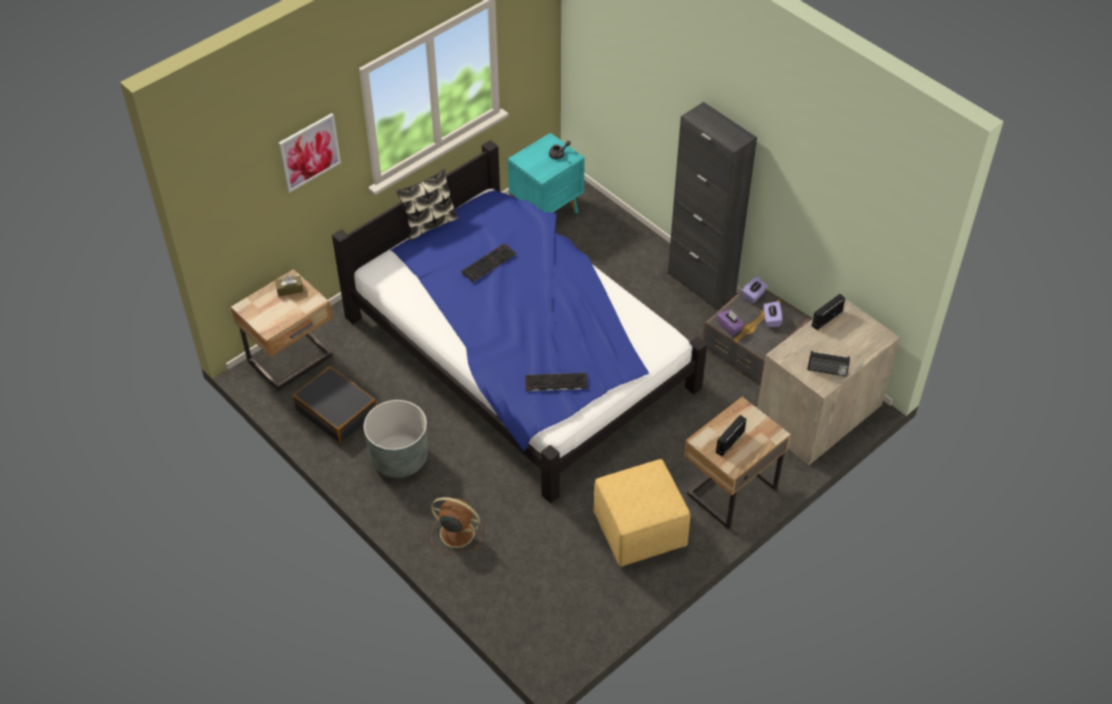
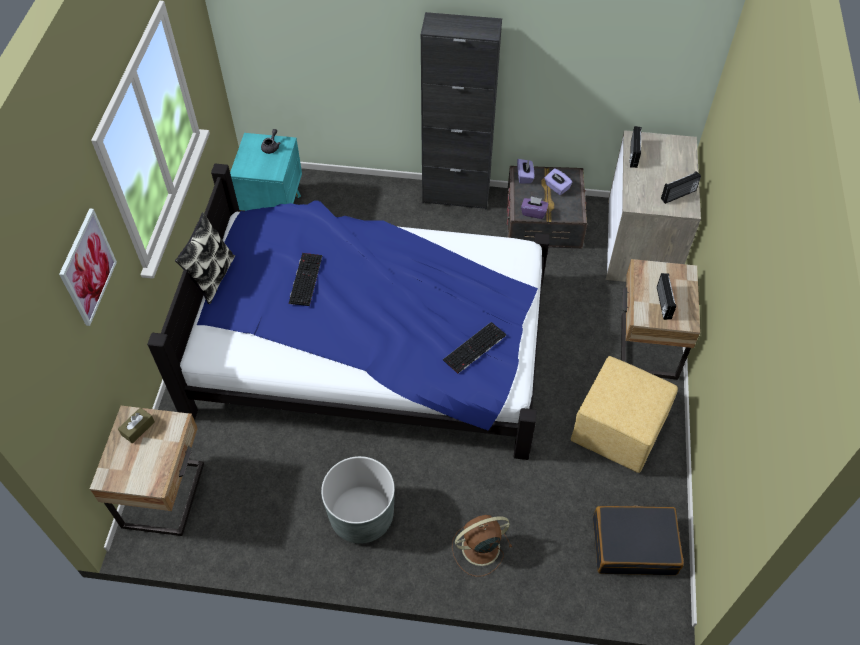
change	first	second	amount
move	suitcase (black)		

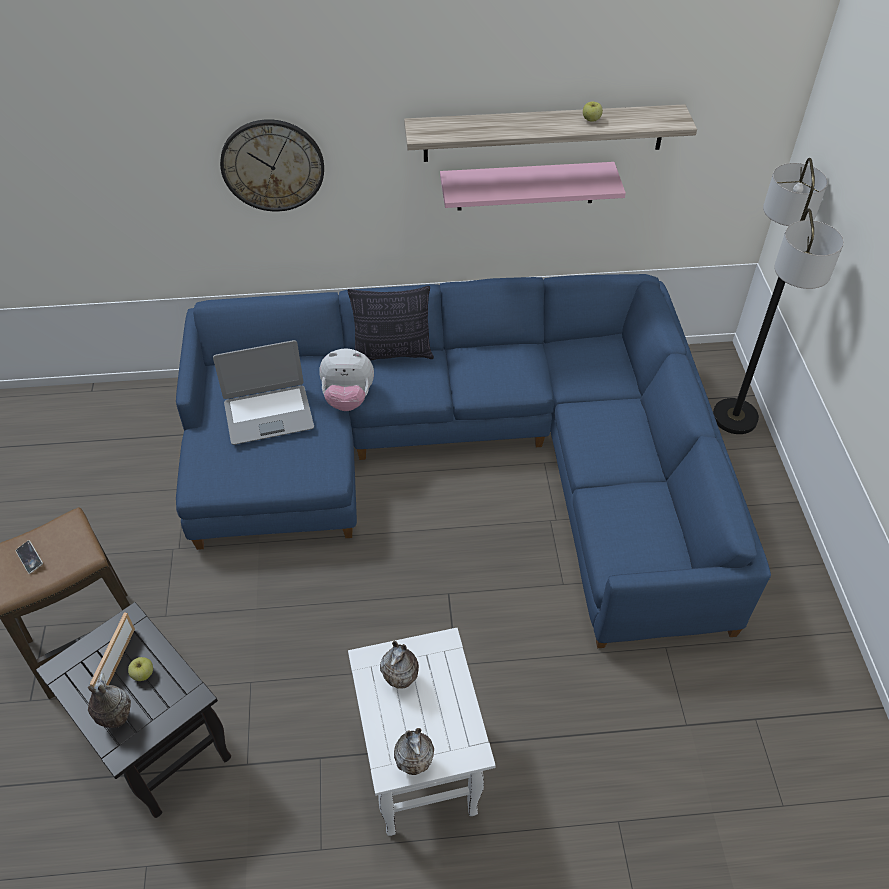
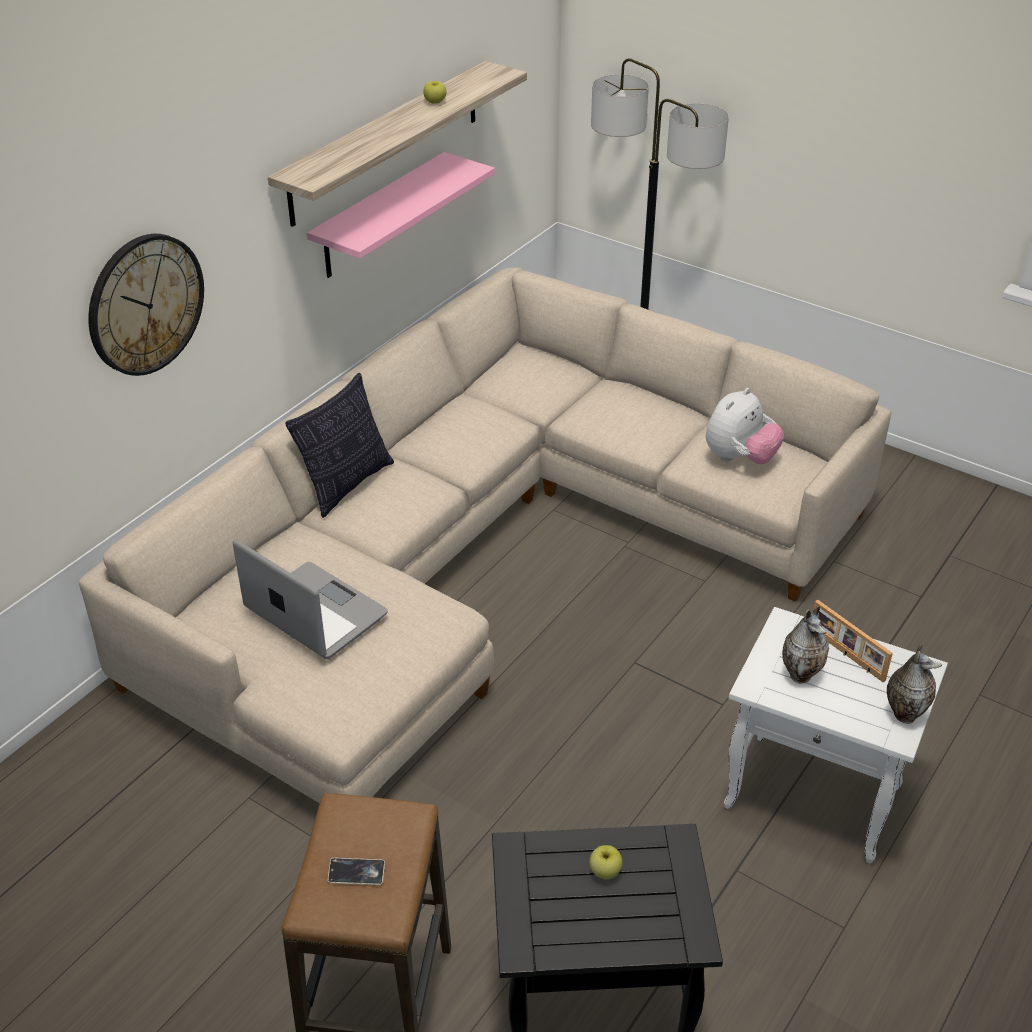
change	first	second	amount
delete	vase (1st from left)		
move	picture frame		
move	plush toy		
recolor	sofa (blue)	sofa (beige)	
rotate	laptop		75 degrees counterclockwise

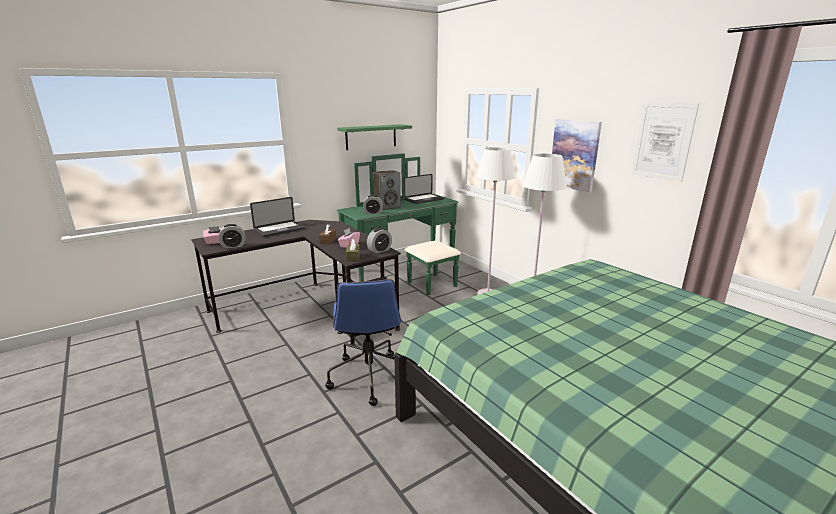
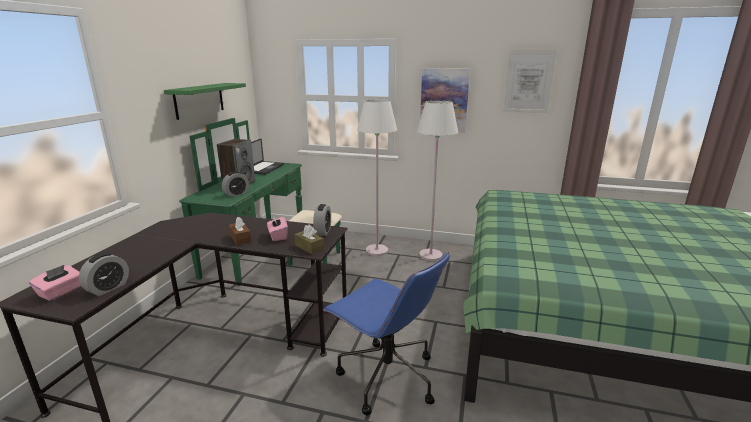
change	first	second	amount
delete	laptop (1st from left)		

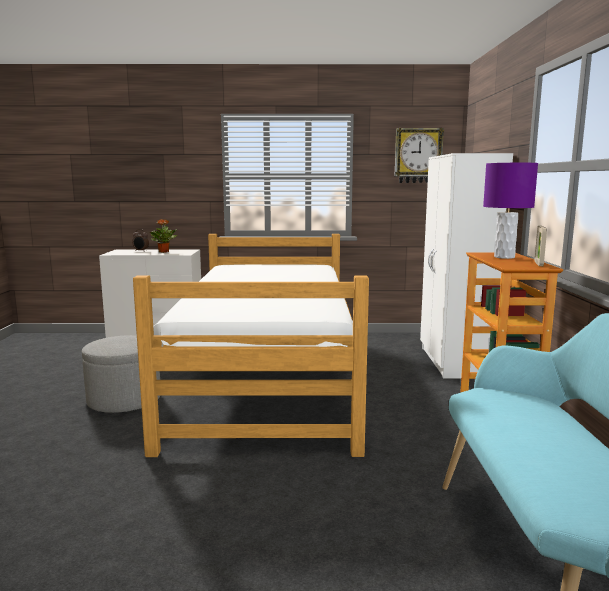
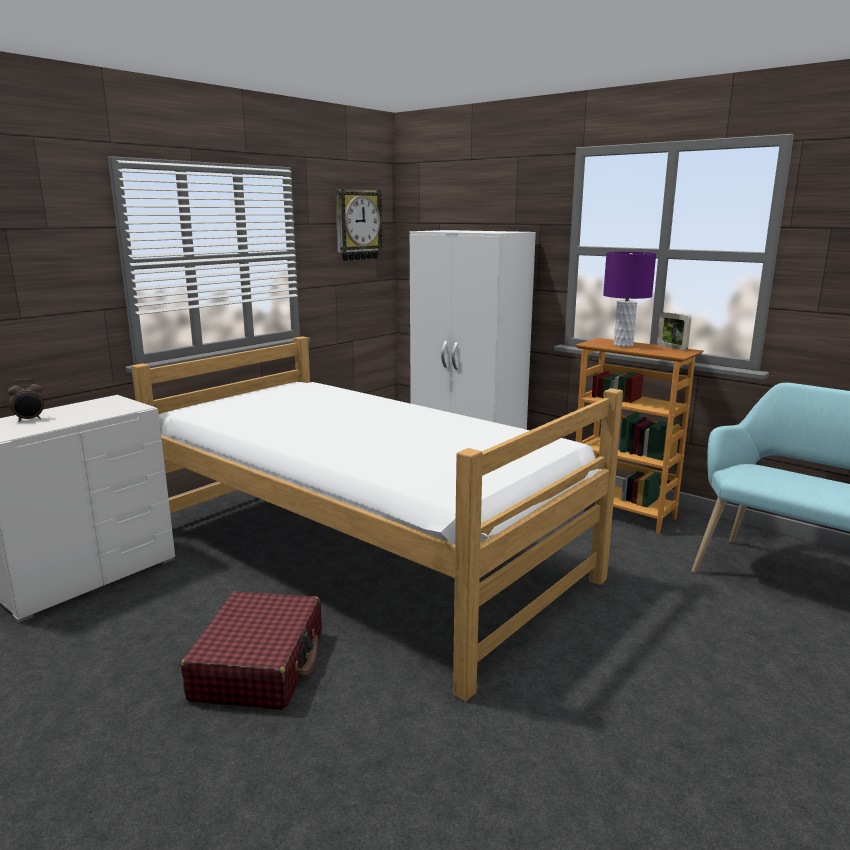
change	first	second	amount
delete	potted plant		
replace	ottoman (grey)	suitcase (red)	

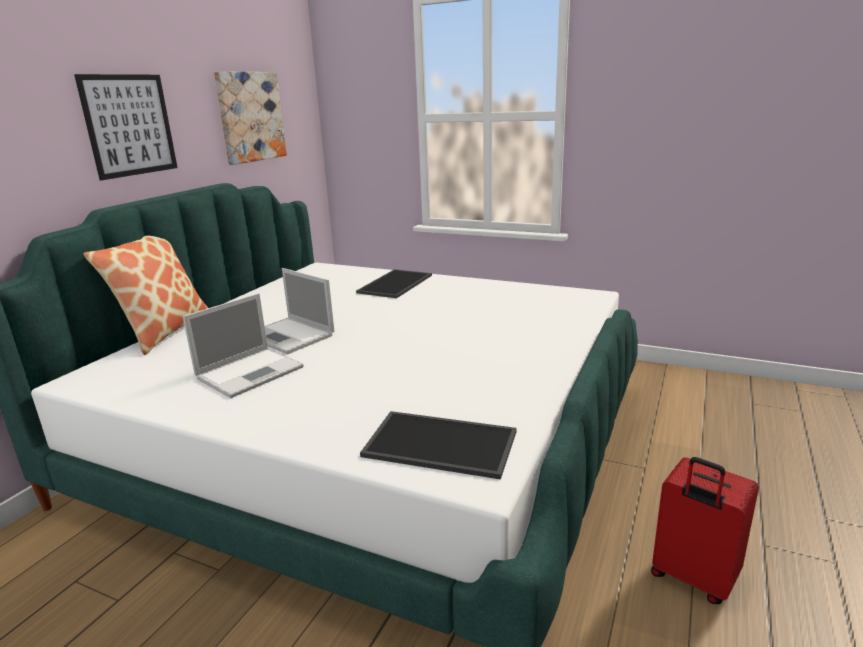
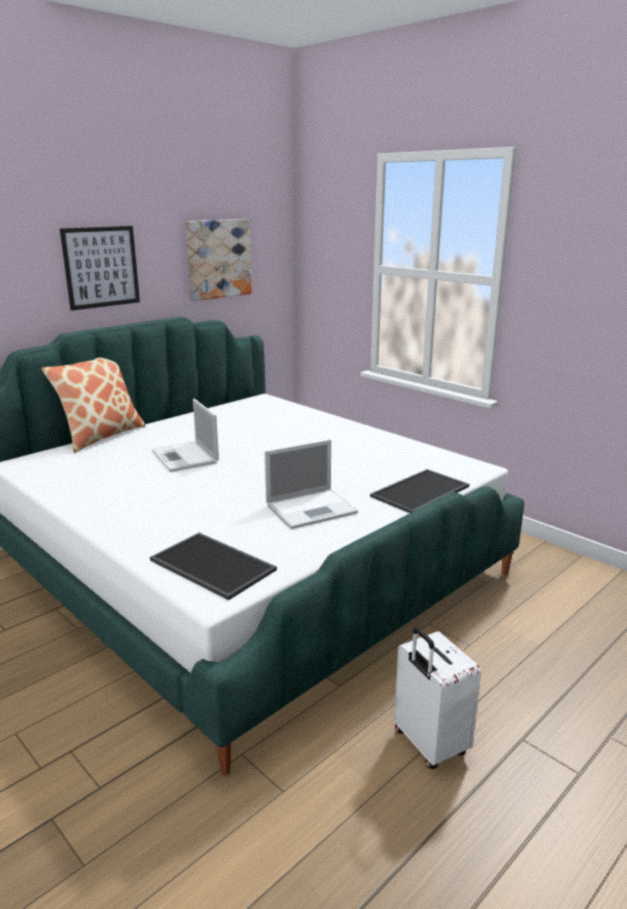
change	first	second	amount
move	laptop (1st from left in the first image)	laptop (2nd from left)	
move	tray (1st from left in the first image)	tray (2nd from left)	
recolor	suitcase (red)	suitcase (white)	

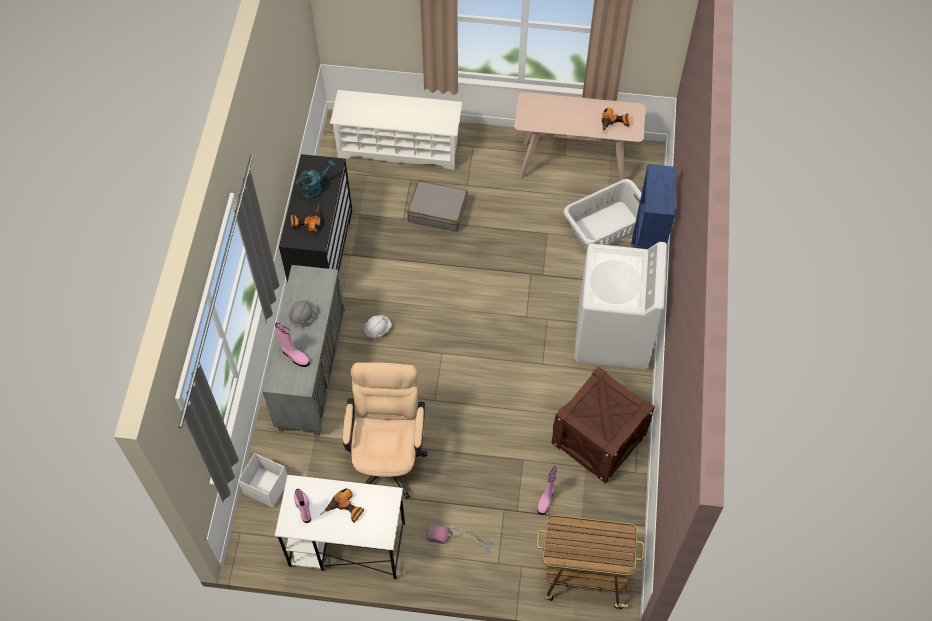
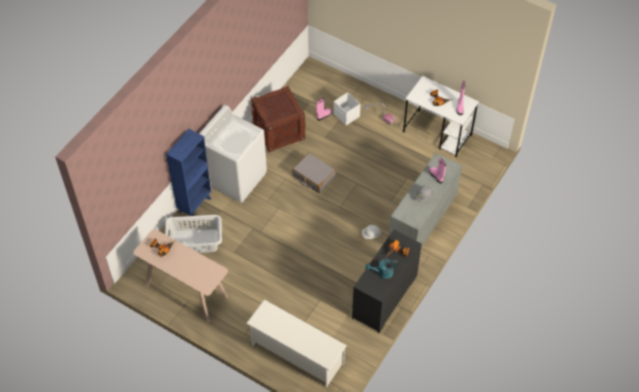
change	first	second	amount
delete	office chair (beige)		
delete	cart		
move	storage box (white)		
move	suitcase (grey)		

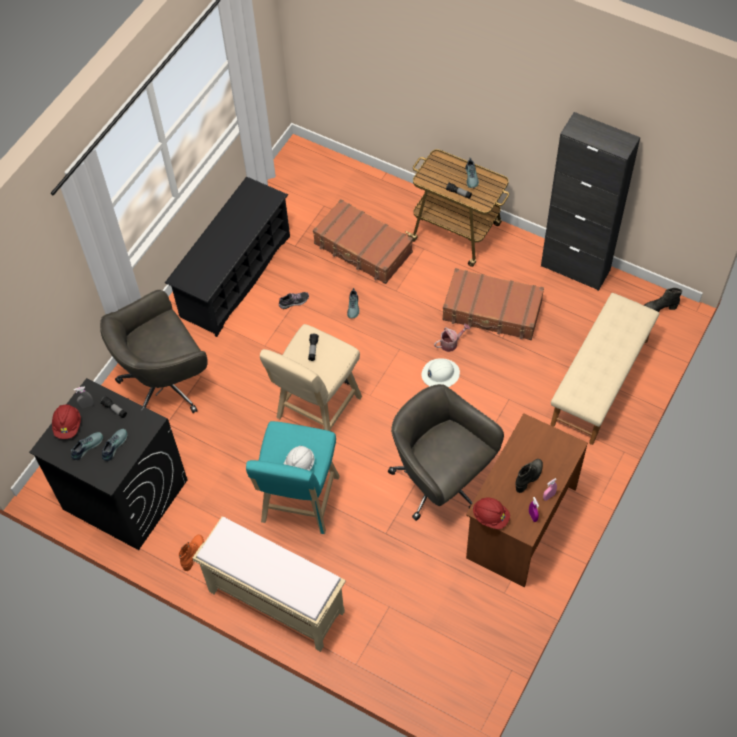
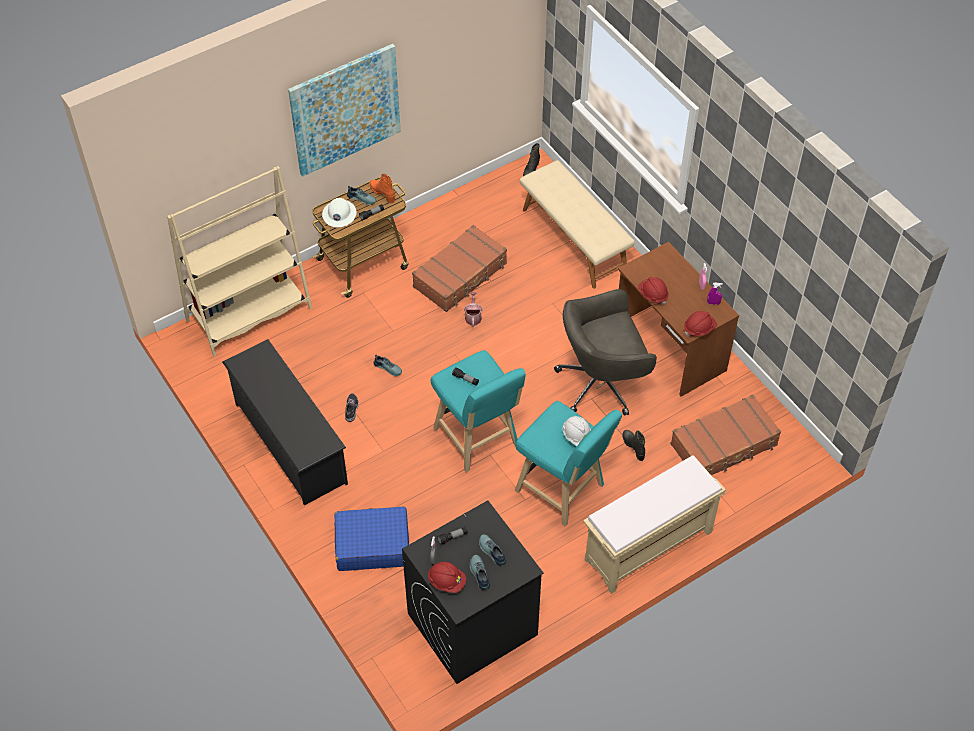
change	first	second	amount
delete	cabinet (black)		
insert		bookcase (beige)	
insert		picture	
insert		hard hat (red) (2nd from left)	
move	boot (orange)		
move	suitcase (brown) (1st from left in the first image)	suitcase (brown) (2nd from left)	
move	hard hat (white) (2nd from left in the first image)	hard hat (white) (1st from left)	
move	boot (black) (1st from left in the first image)	boot (black) (2nd from left)	
replace	office chair (grey) (1st from left)	suitcase (blue)	
recolor	stool (beige)	stool (turquoise) (1st from left)	

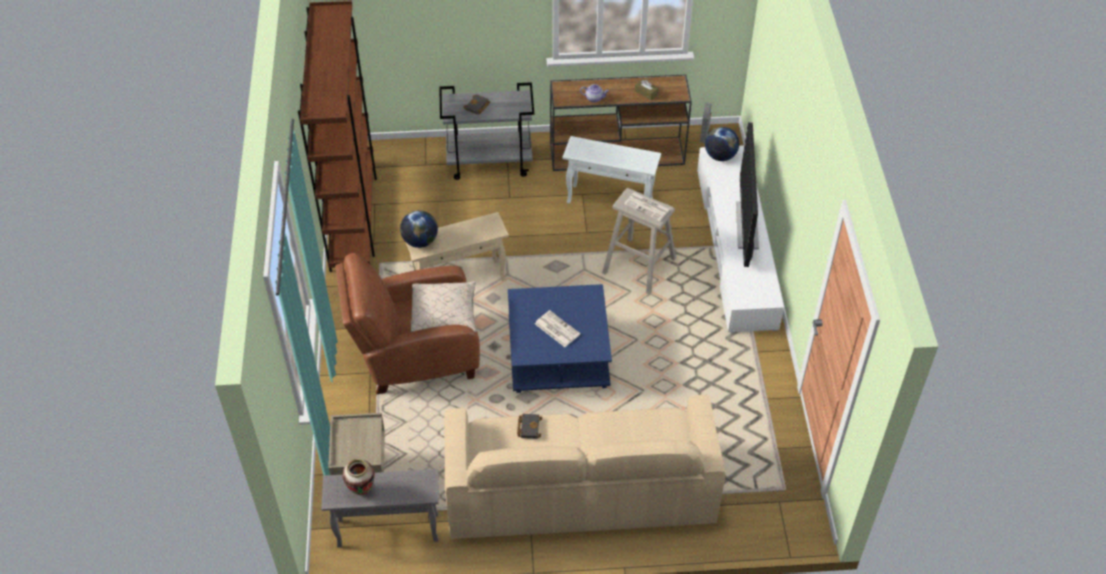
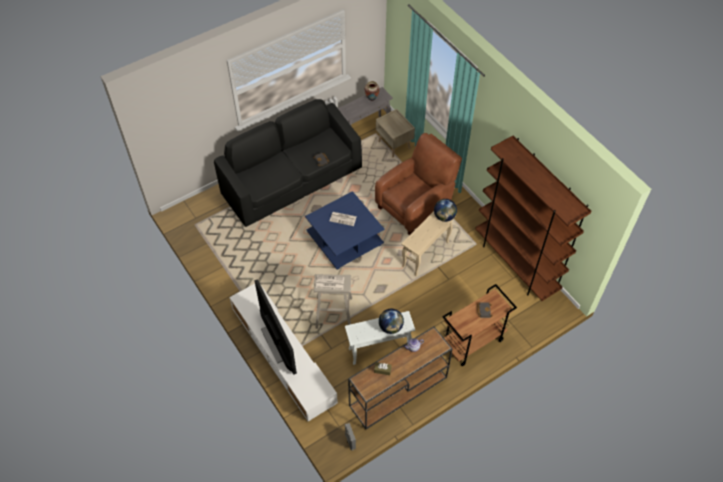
change	first	second	amount
delete	pillow (beige)		
move	globe (2nd from left in the first image)	globe (1st from left)	
recolor	cart (grey)	cart (brown)	
recolor	sofa (beige)	sofa (black)	

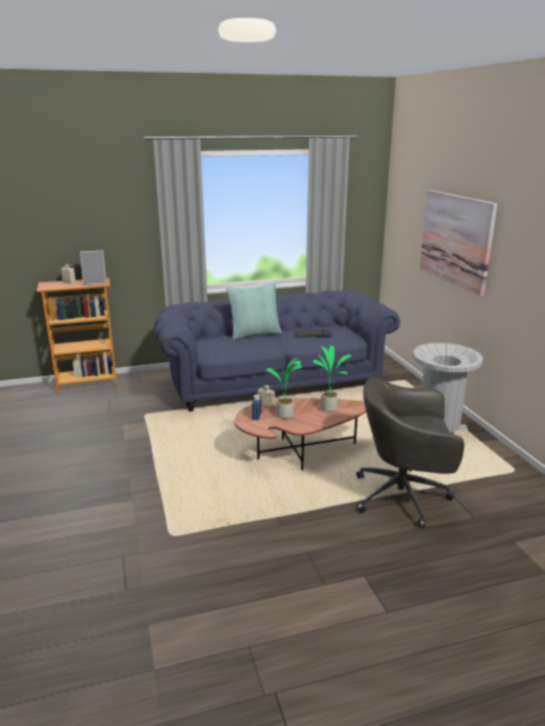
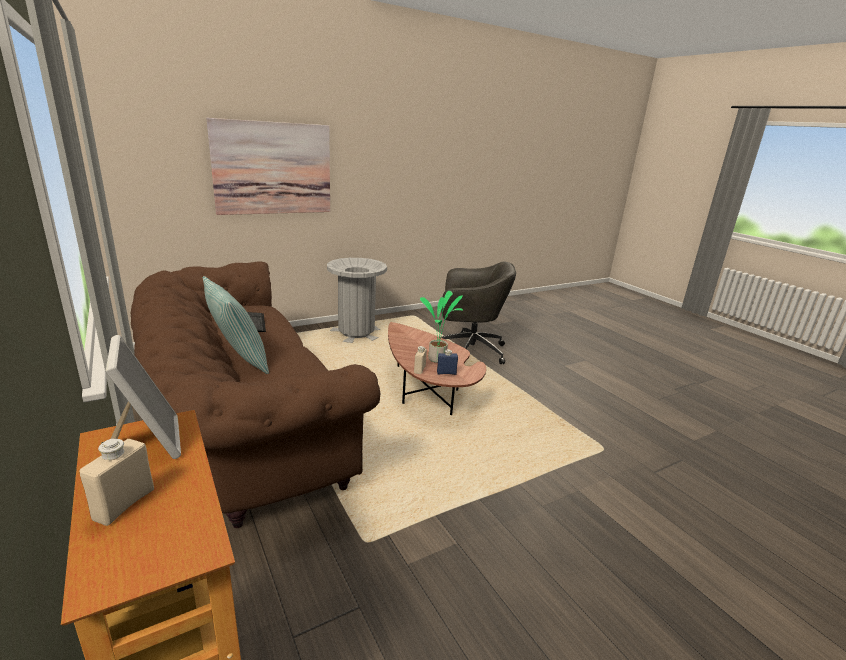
change	first	second	amount
delete	potted plant (2nd from left)		
recolor	sofa (blue)	sofa (brown)	
rotate	office chair (grey)		75 degrees counterclockwise

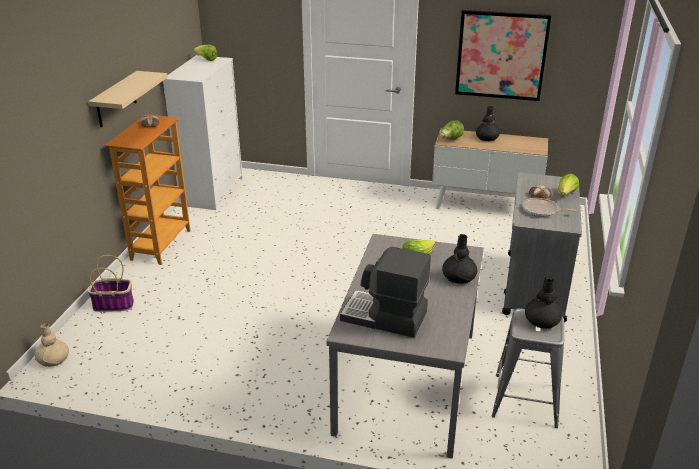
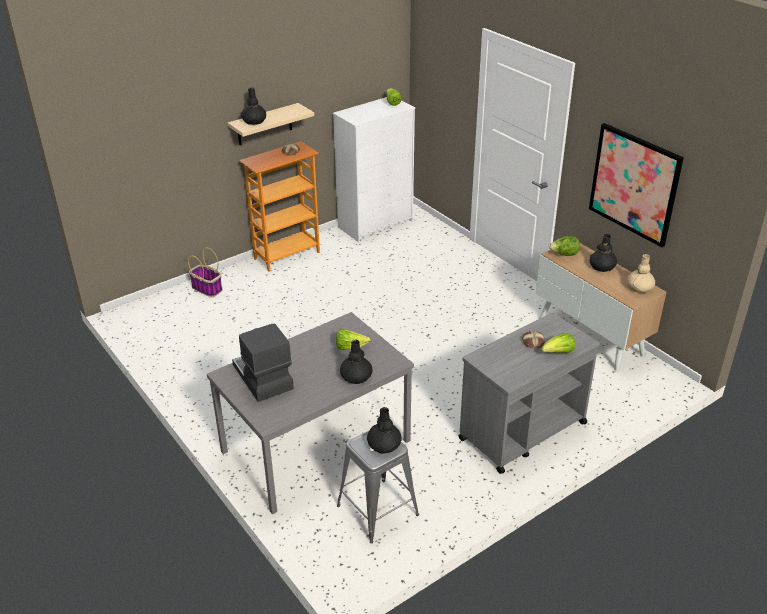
change	first	second	amount
delete	frying pan		
insert		vase (black) (1st from left)	
move	vase (beige)		

